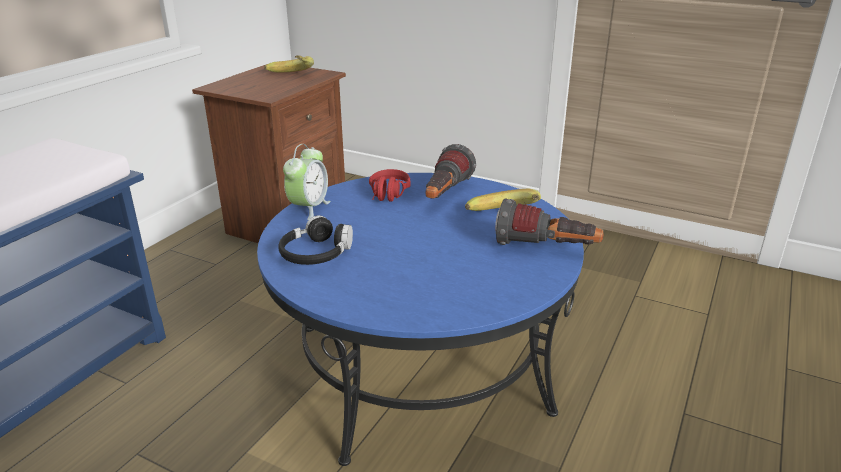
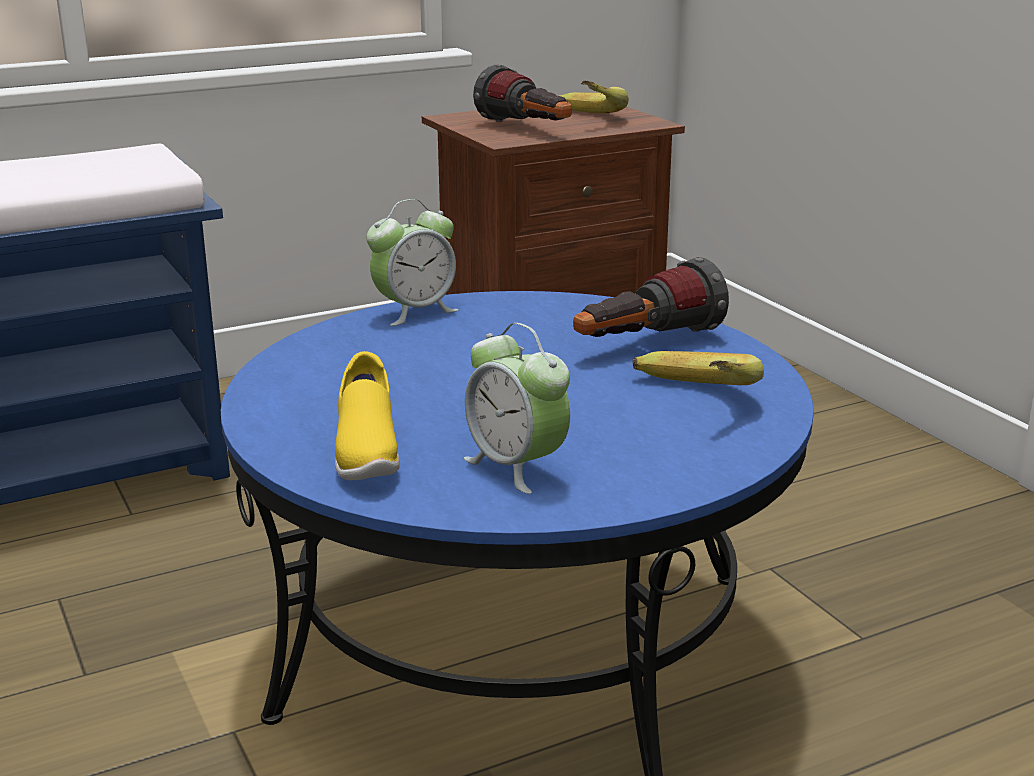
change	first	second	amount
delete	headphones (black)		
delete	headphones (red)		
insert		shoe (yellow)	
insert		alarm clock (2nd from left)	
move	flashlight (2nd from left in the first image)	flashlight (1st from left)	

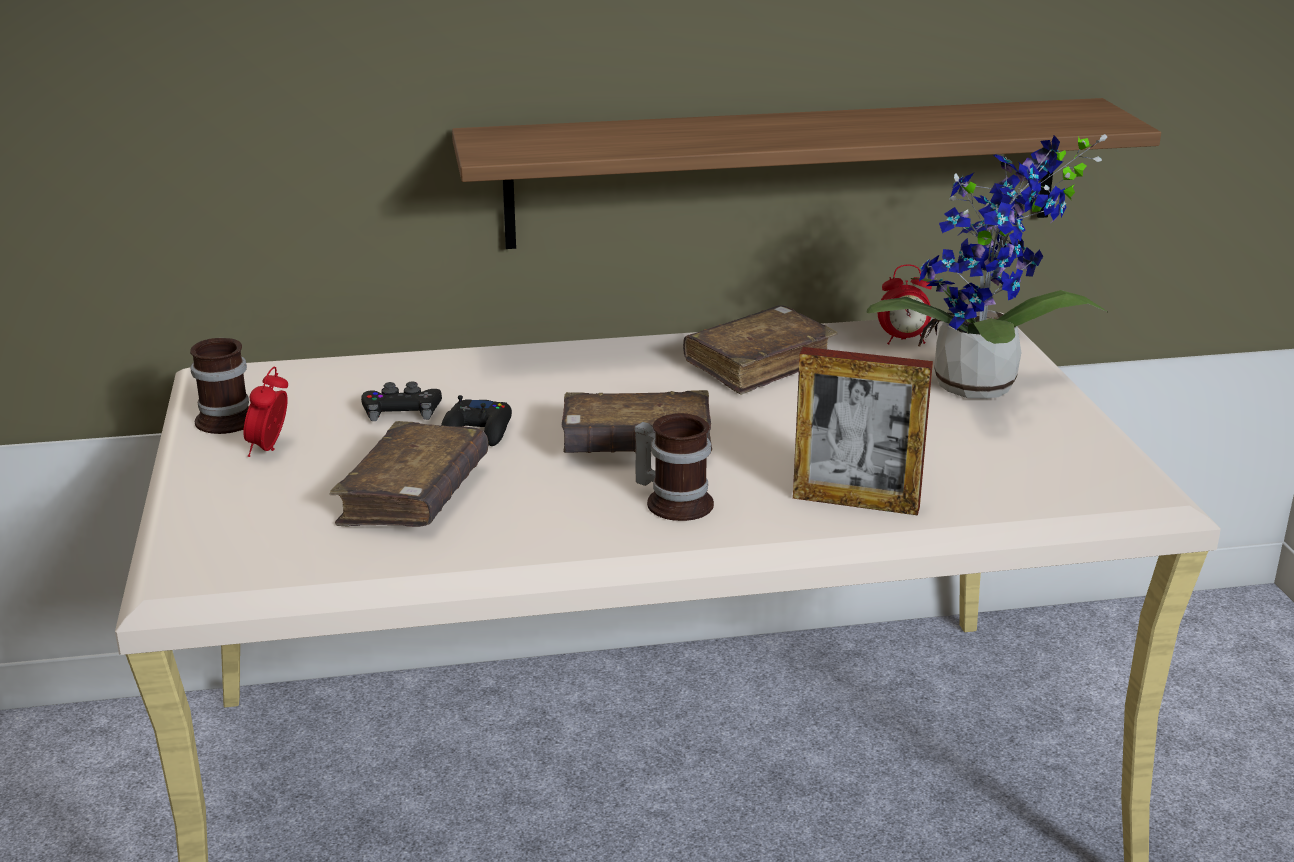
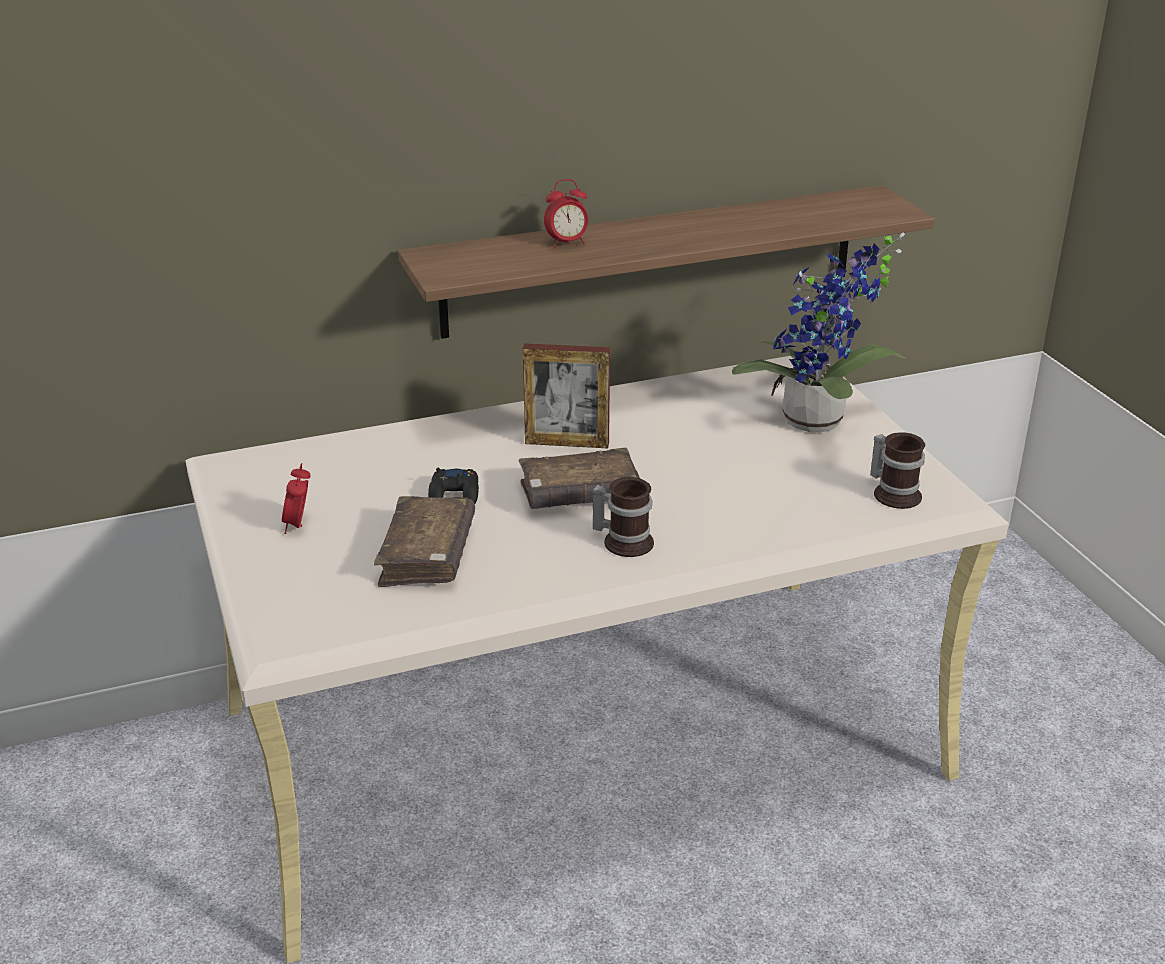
change	first	second	amount
delete	game controller (black) (1st from left)		
delete	book (brown) (3rd from left)		
move	mug (1st from left in the first image)	mug (2nd from left)	
move	picture frame		
move	alarm clock (2nd from left)		

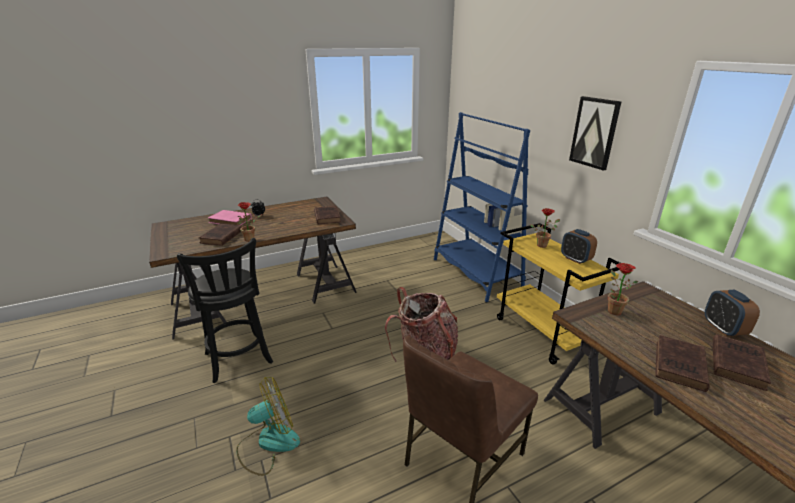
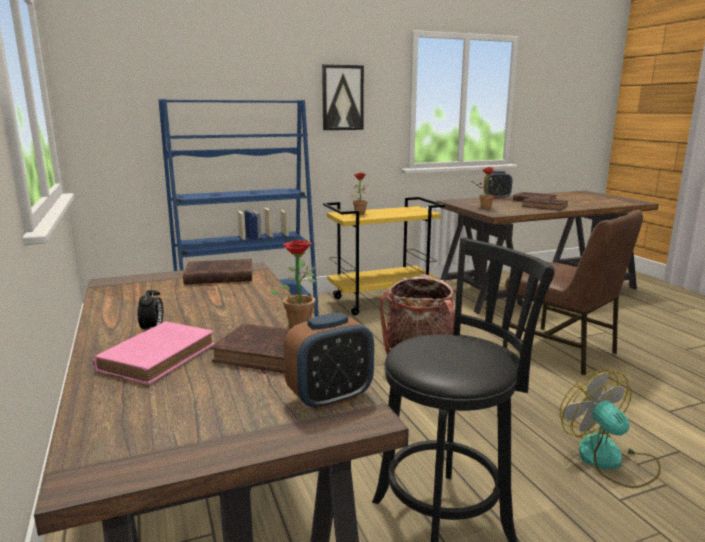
change	first	second	amount
move	alarm clock (2nd from left)		

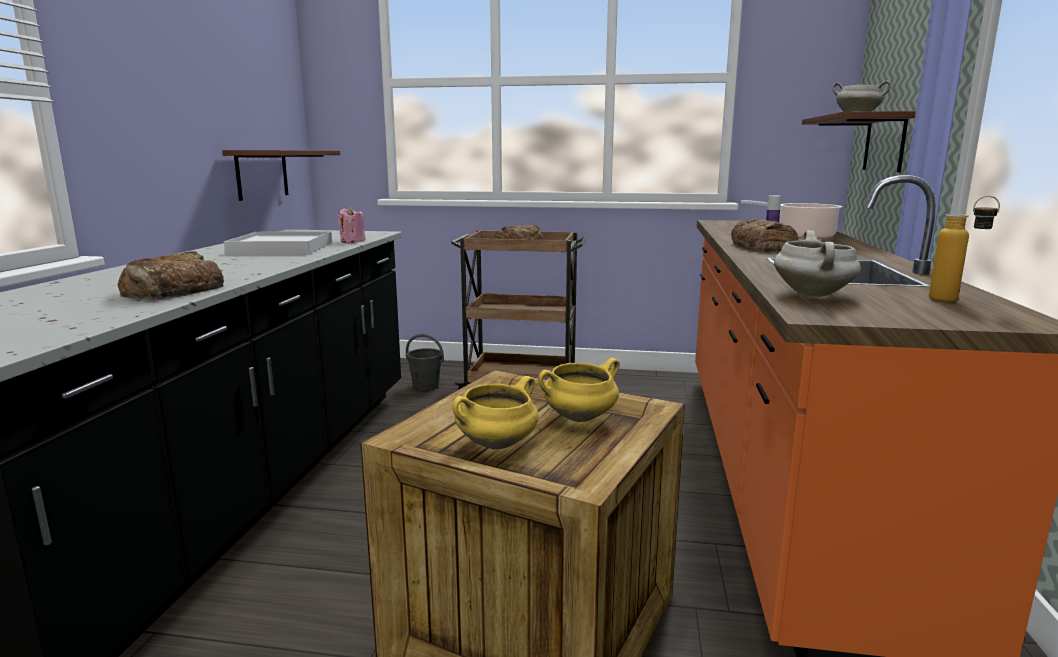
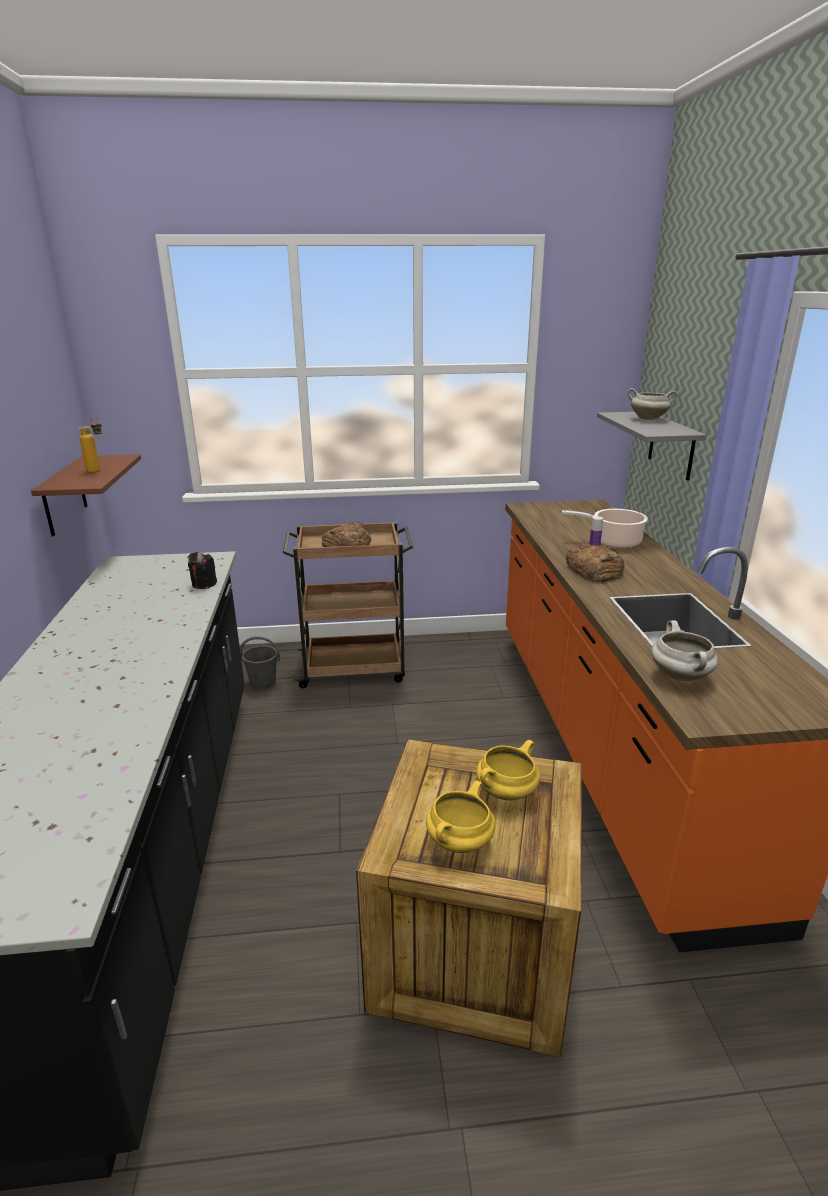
change	first	second	amount
delete	bread (1st from left)		
delete	tray (white)		
move	bottle (2nd from left in the first image)	bottle (1st from left)	
recolor	candle (pink)	candle (black)	
recolor	shelf (brown) (2nd from left)	shelf (grey)	

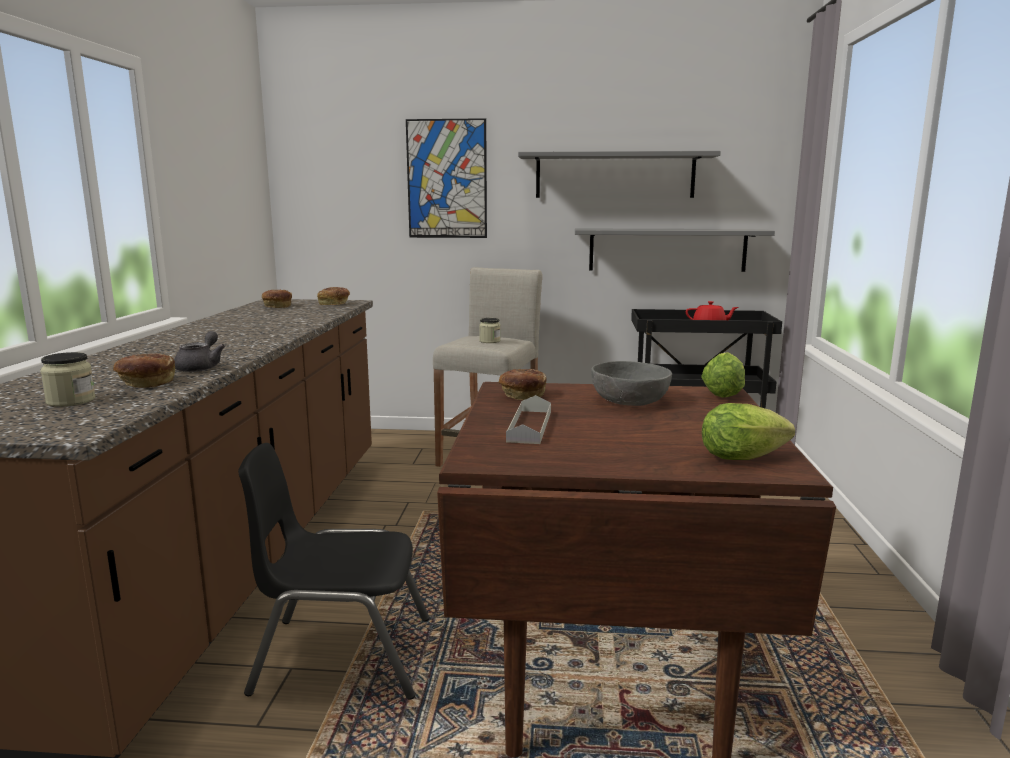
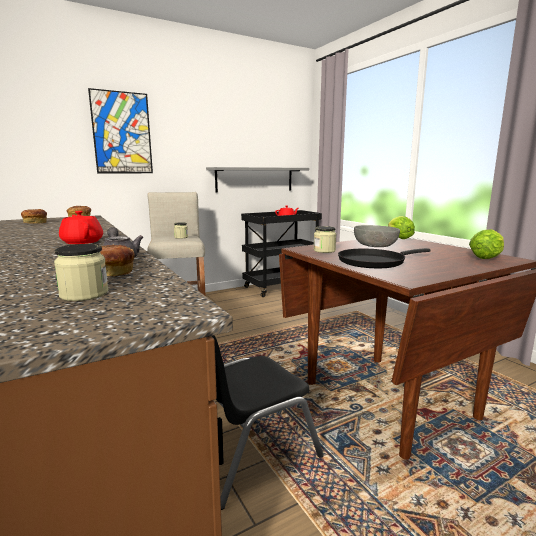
change	first	second	amount
delete	shelf (grey) (1st from left)		
insert		teapot (red) (1st from left)	
replace	bread (4th from left)	jar (3rd from left)	
replace	tray (grey)	frying pan (black)	

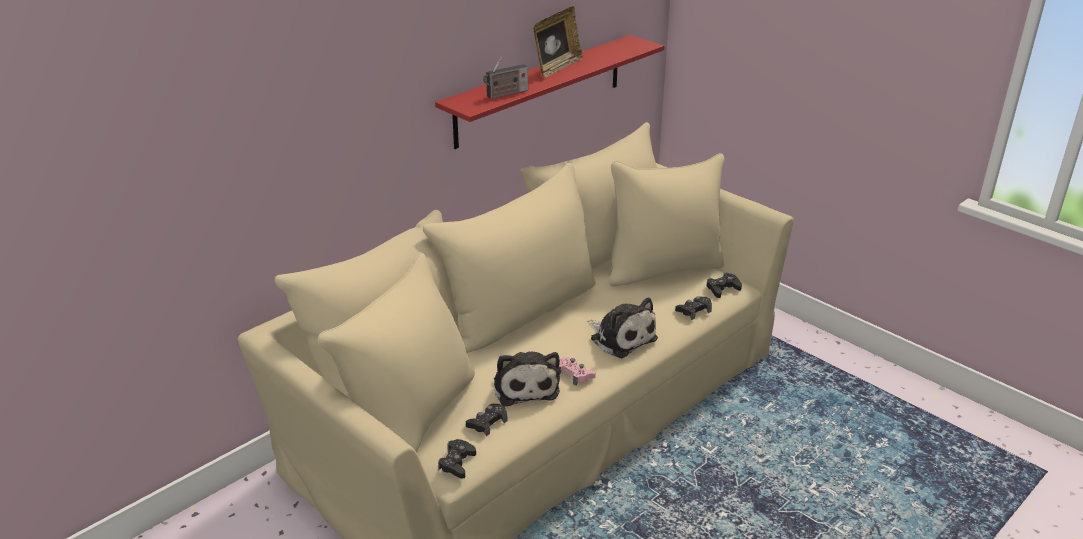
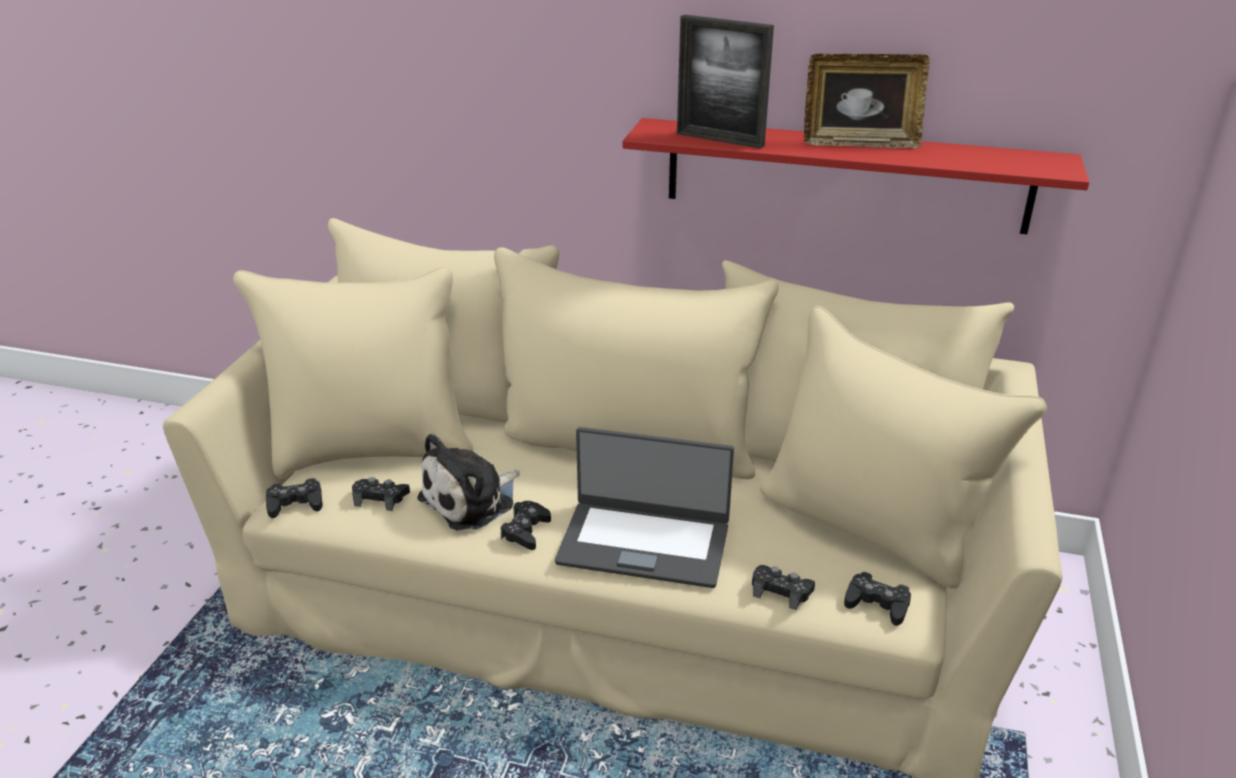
change	first	second	amount
replace	radio	picture frame (1st from left)	
replace	plush toy (2nd from left)	laptop	
recolor	game controller (pink)	game controller (black) (3rd from left)	

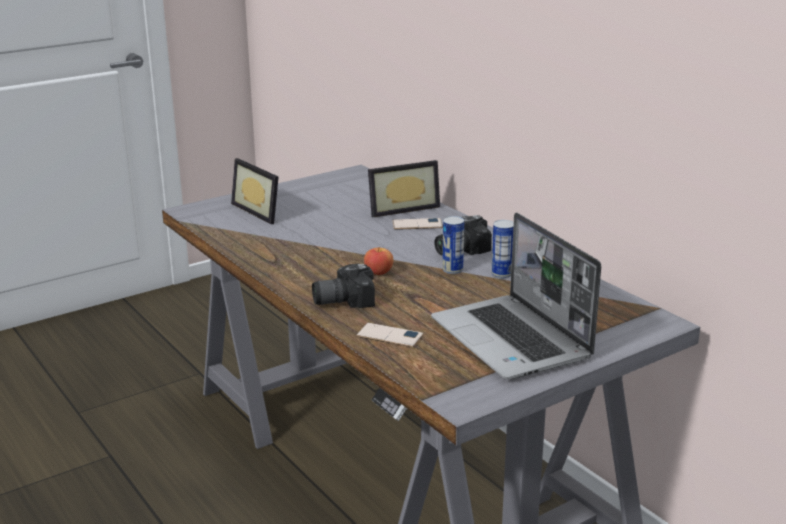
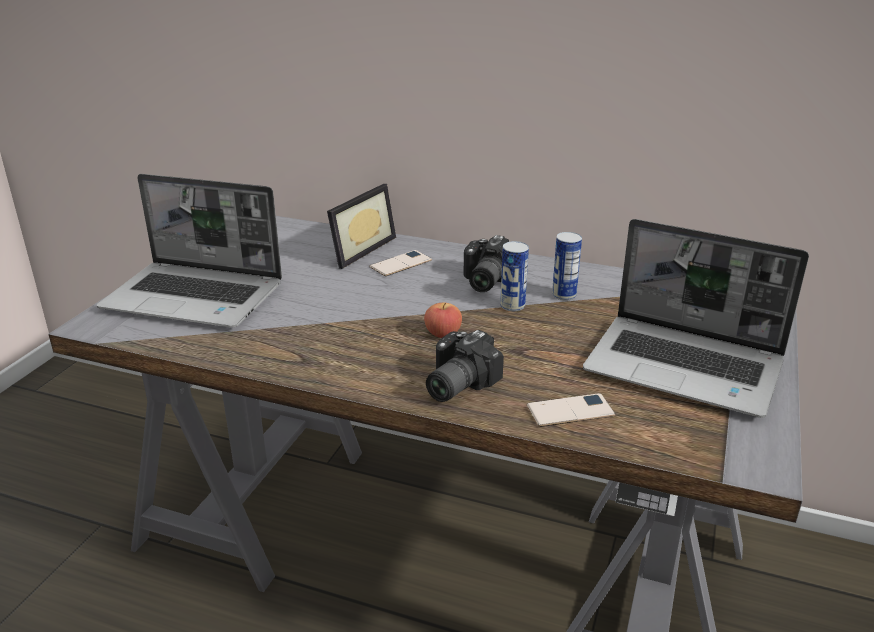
change	first	second	amount
replace	picture frame (1st from left)	laptop (1st from left)	

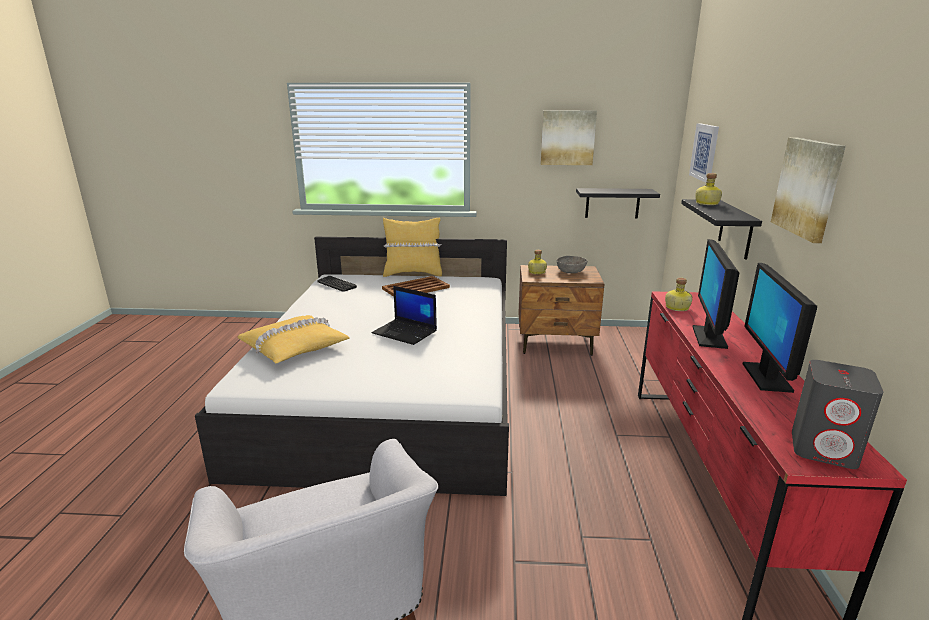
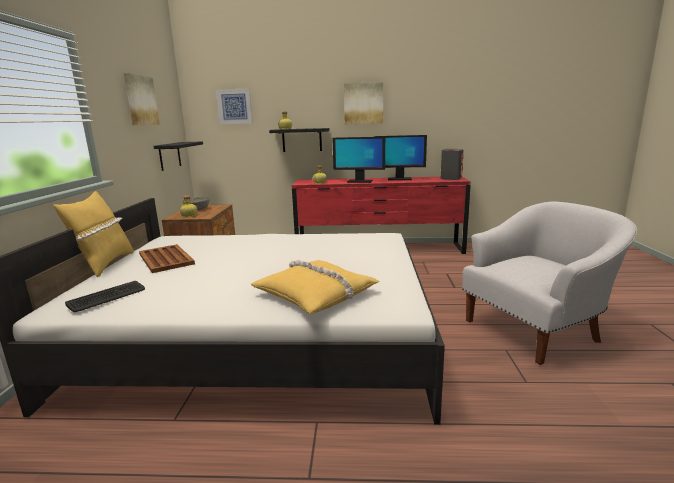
change	first	second	amount
delete	laptop		

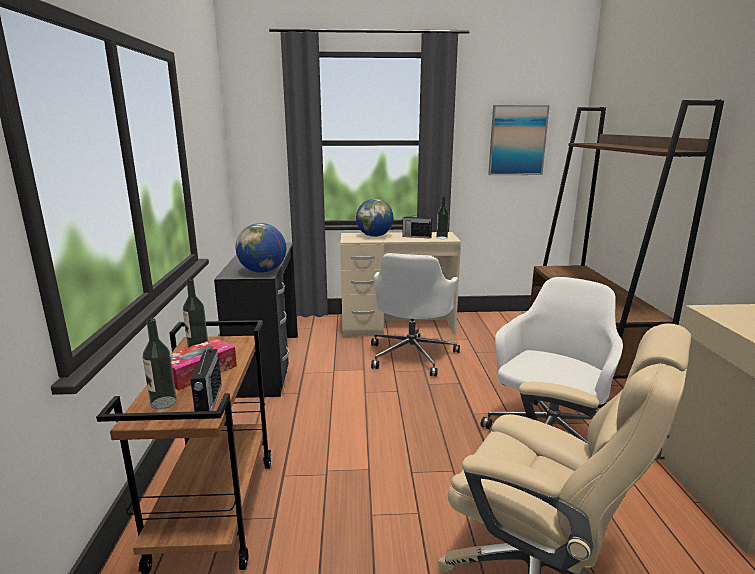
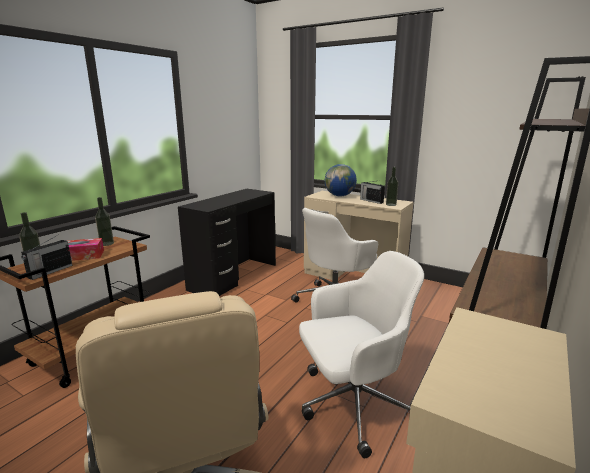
change	first	second	amount
delete	globe (1st from left)		
delete	picture		

